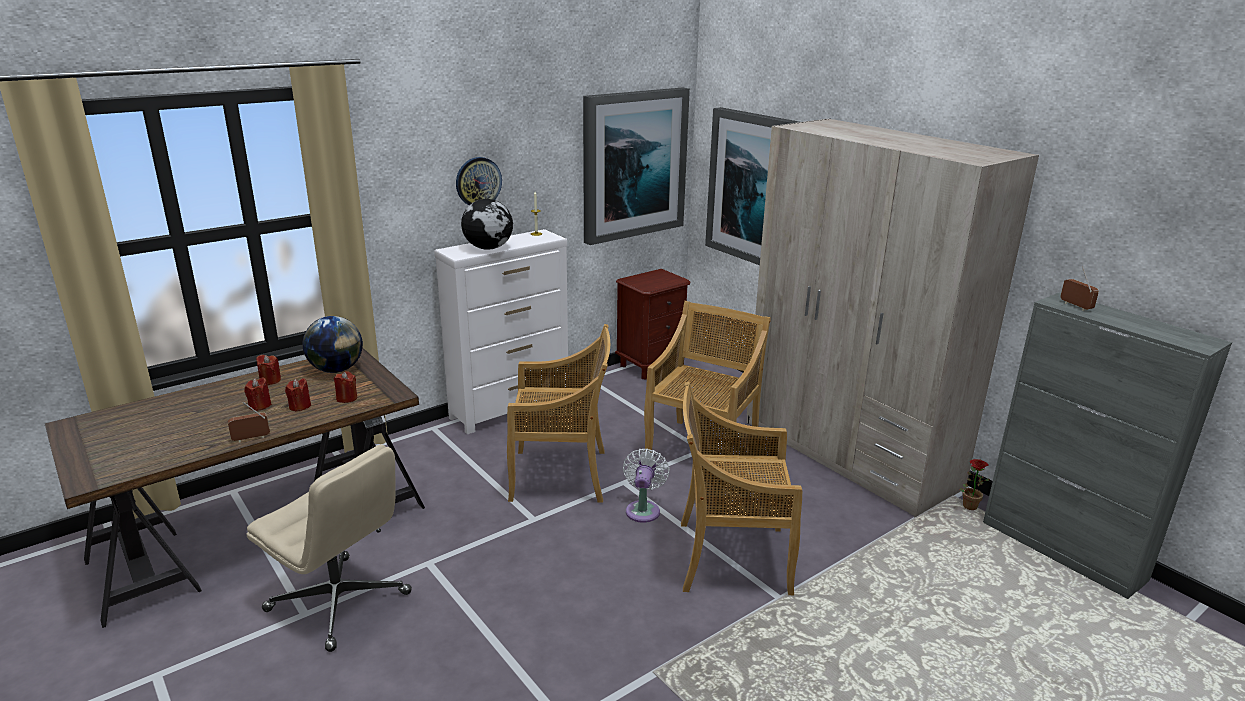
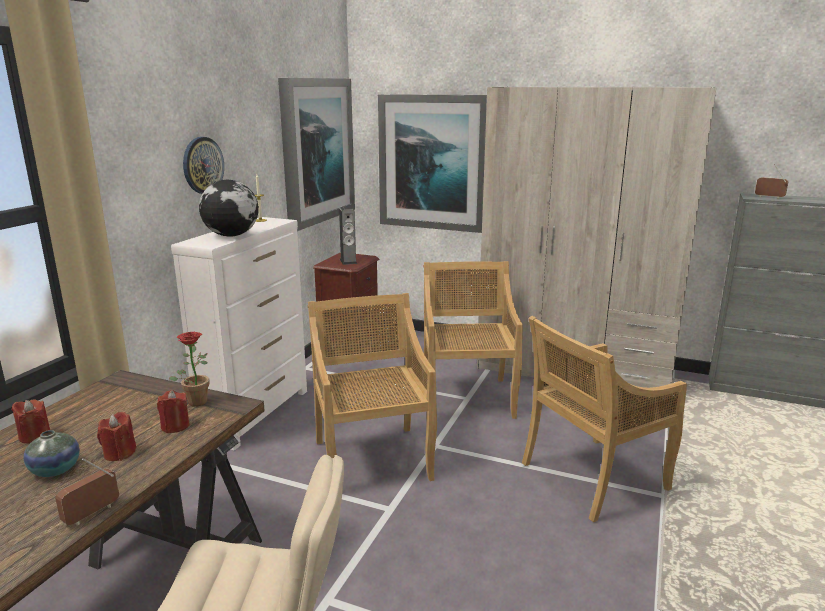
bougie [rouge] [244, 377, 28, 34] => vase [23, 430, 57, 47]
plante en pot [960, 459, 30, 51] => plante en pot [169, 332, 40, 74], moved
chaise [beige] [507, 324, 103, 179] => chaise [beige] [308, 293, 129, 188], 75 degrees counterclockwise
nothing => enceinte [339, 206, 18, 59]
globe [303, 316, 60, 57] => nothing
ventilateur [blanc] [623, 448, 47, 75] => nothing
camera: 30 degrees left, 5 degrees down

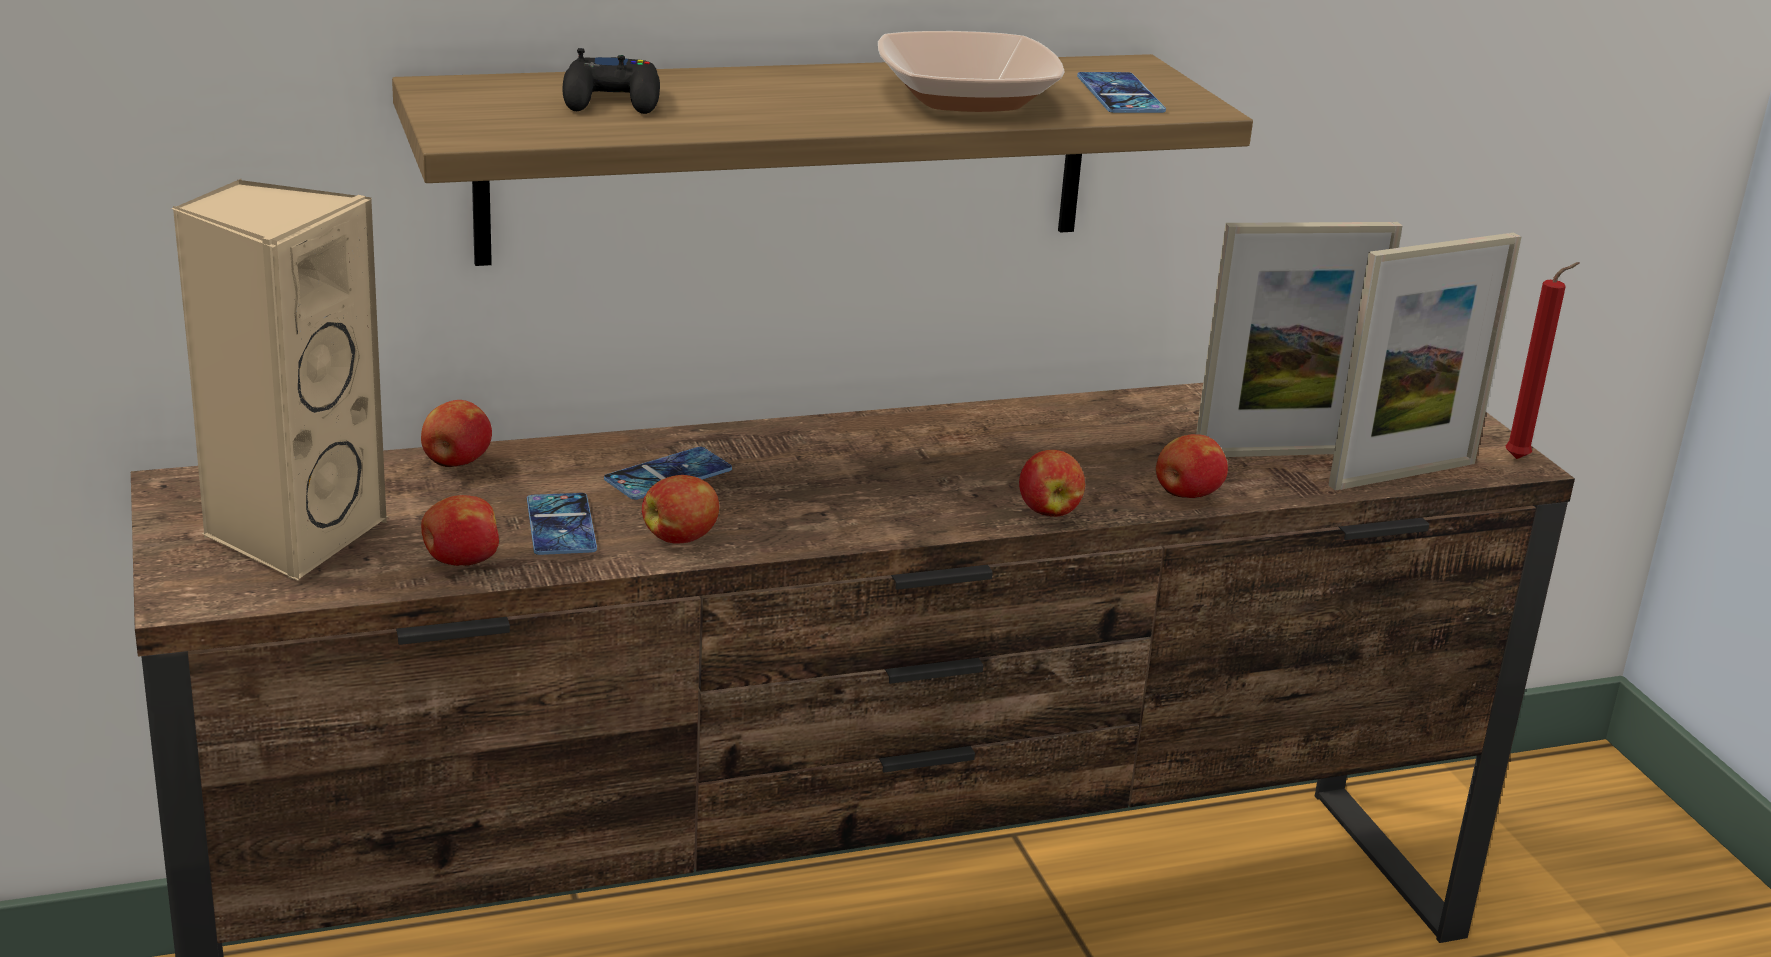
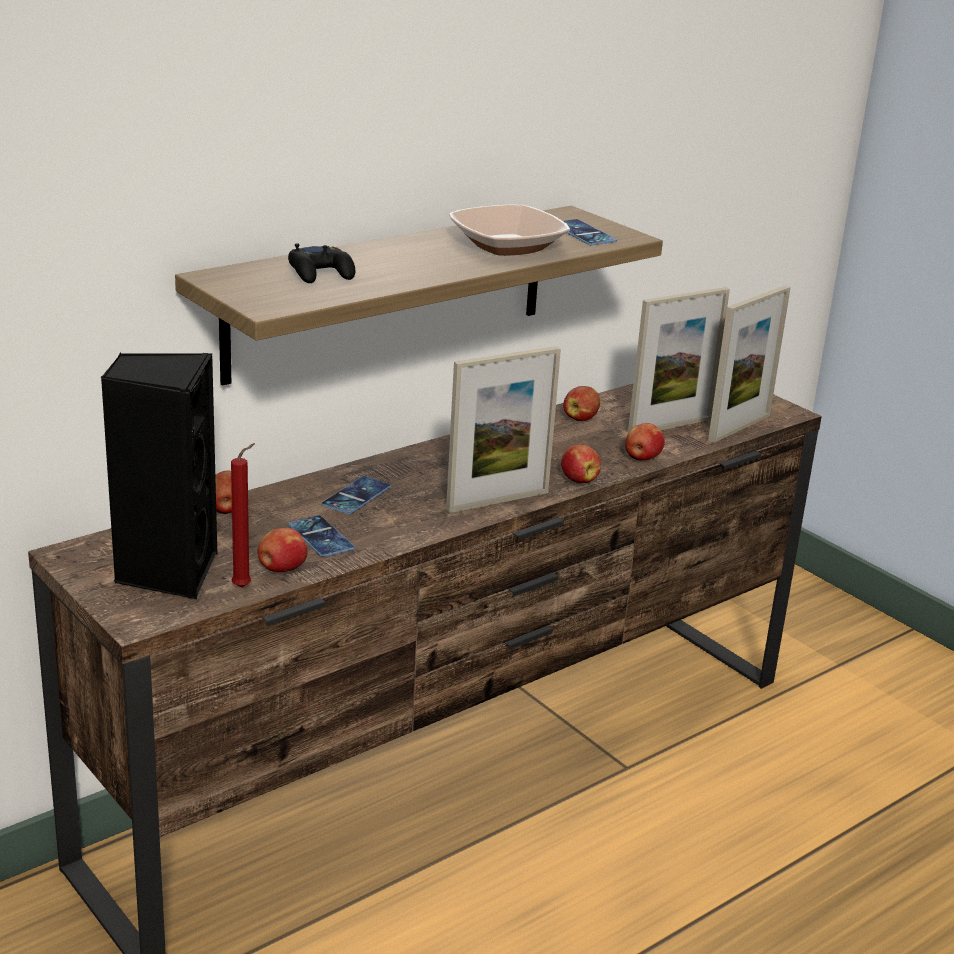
enceinte [beige] [171, 179, 217, 402] => enceinte [noir] [101, 353, 116, 246]
bougie [rouge] [1506, 262, 74, 197] => bougie [rouge] [231, 443, 24, 145], moved
nothing => cadre photo [446, 346, 115, 167]
pomme [642, 475, 77, 69] => pomme [563, 386, 37, 35], moved
camera: 20 degrees left, 0 degrees up

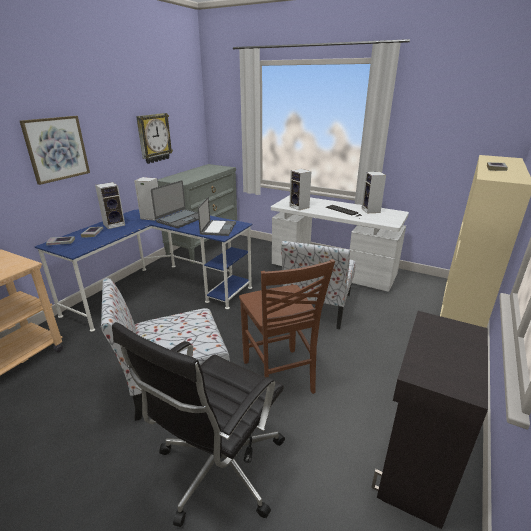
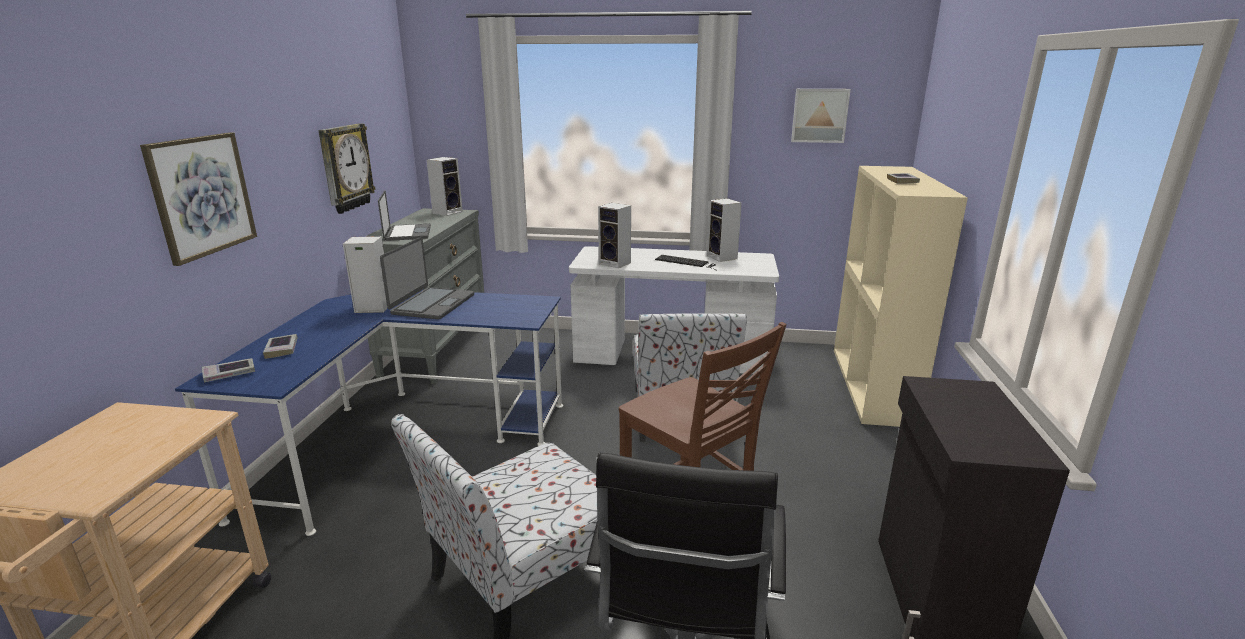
ordinateur portable [198, 197, 38, 39] => ordinateur portable [378, 190, 53, 51], moved
enceinte [95, 182, 30, 47] => enceinte [427, 157, 36, 59], moved
nothing => tableau [791, 89, 60, 54]
camera: 20 degrees left, 5 degrees down

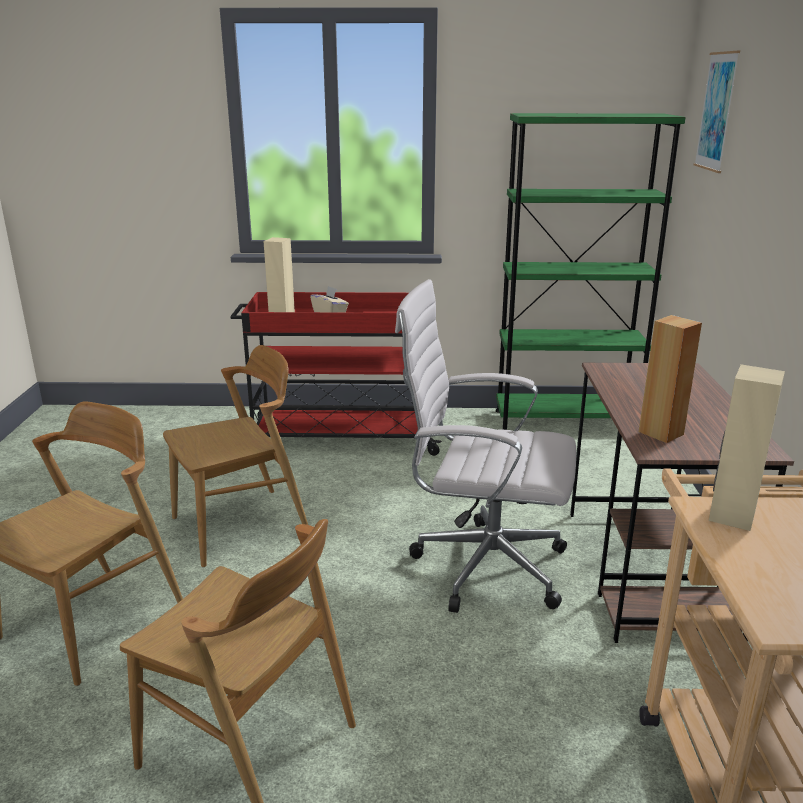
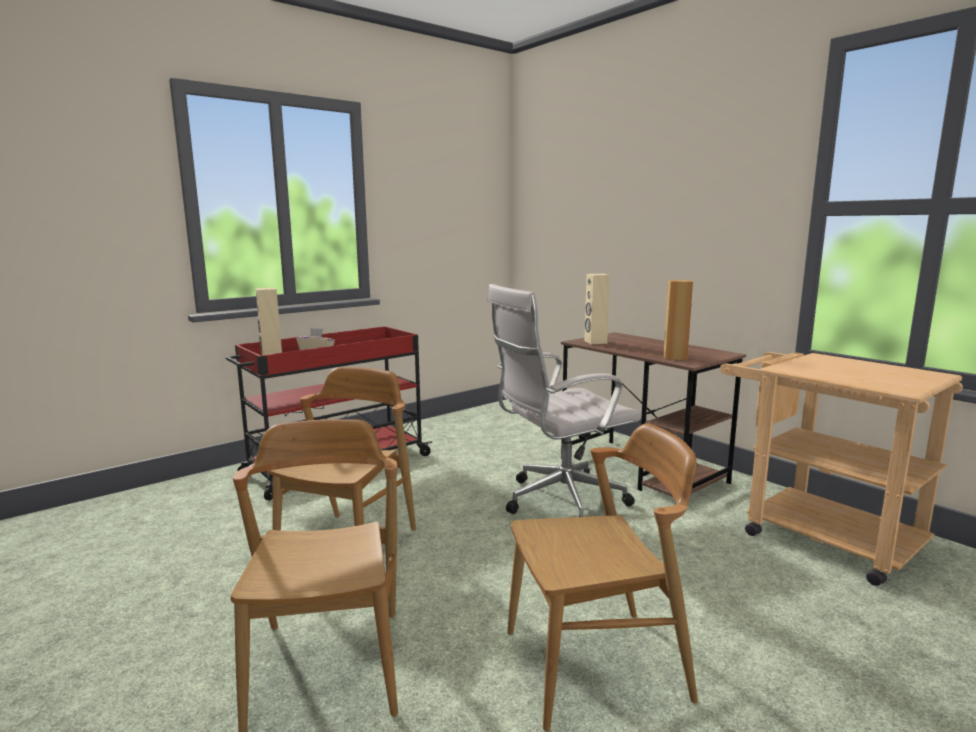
enceinte [beige] [709, 364, 76, 167] => enceinte [beige] [584, 274, 26, 70], moved
bibliothèque [vert] [496, 113, 190, 317] => nothing
tableau [694, 51, 46, 122] => nothing
camera: 40 degrees left, 10 degrees down

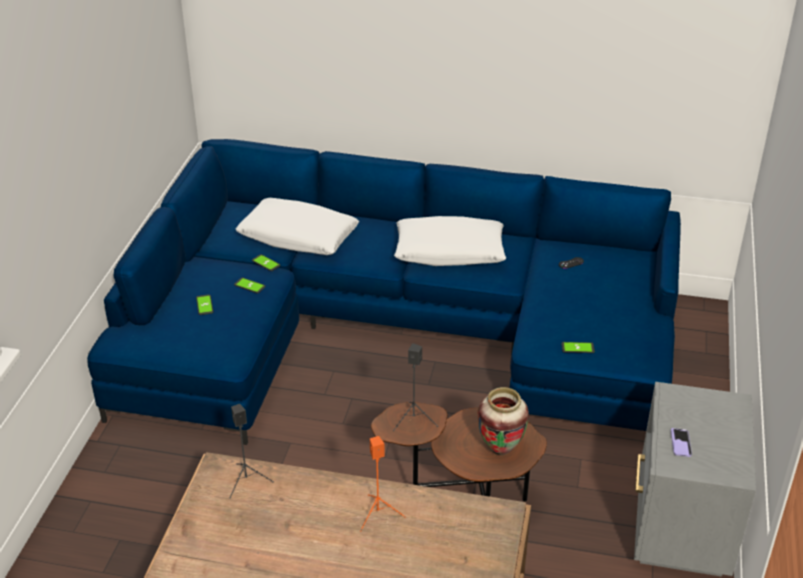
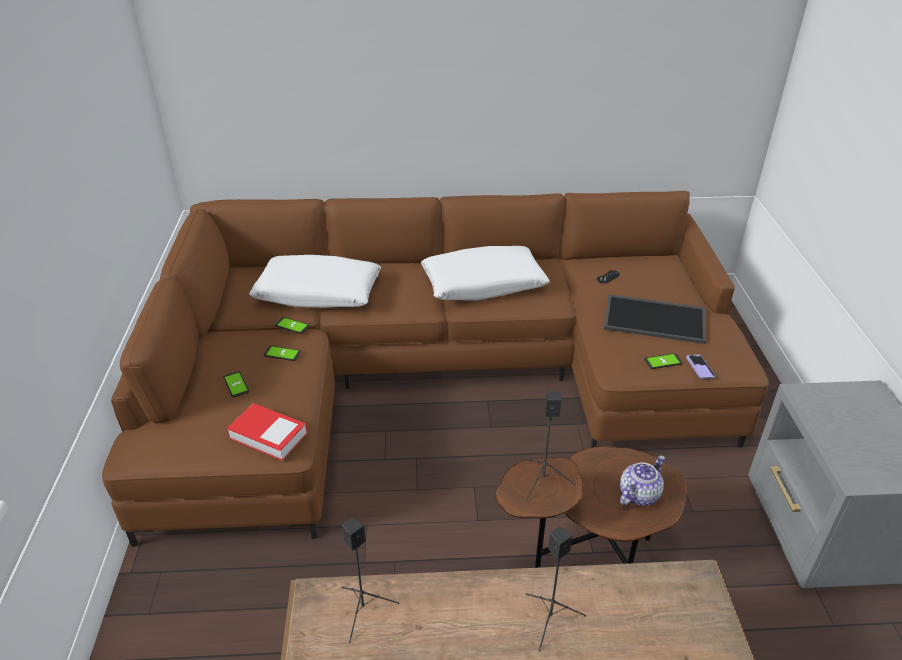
canapé [bleu] [87, 139, 594, 306] => canapé [marron] [102, 191, 667, 356]
nothing => livre [227, 403, 81, 58]
enceinte [orange] [360, 436, 46, 95] => enceinte [noir] [526, 526, 60, 125]
nothing => plateau [604, 294, 102, 50]
vase [477, 387, 52, 69] => théière [620, 456, 45, 50]
téléphone [671, 428, 21, 29] => téléphone [686, 355, 29, 24], moved
camera: 15 degrees left, 0 degrees up

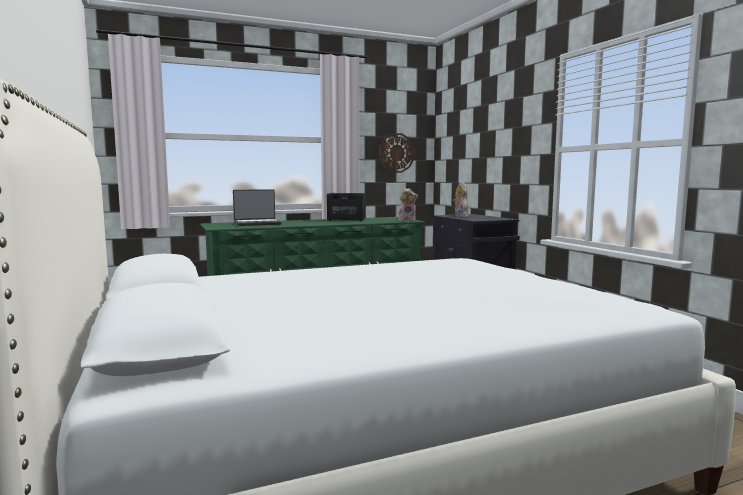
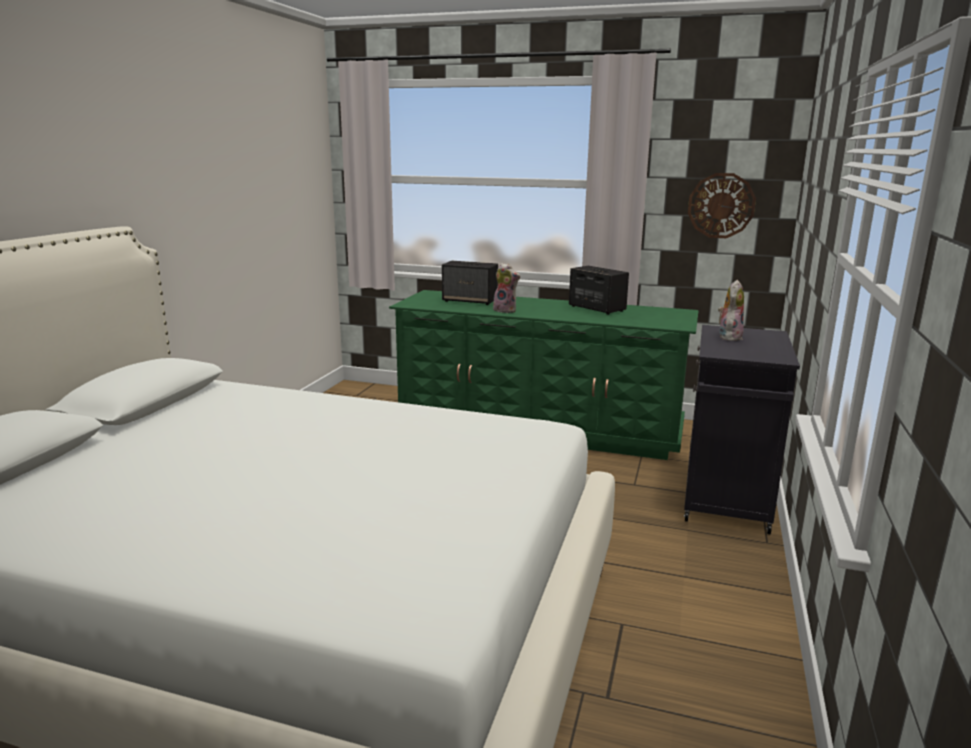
ordinateur portable [233, 189, 48, 37] => enceinte [442, 261, 56, 44]
peluche [398, 188, 20, 34] => peluche [493, 263, 27, 50], moved
camera: 40 degrees right, 10 degrees up

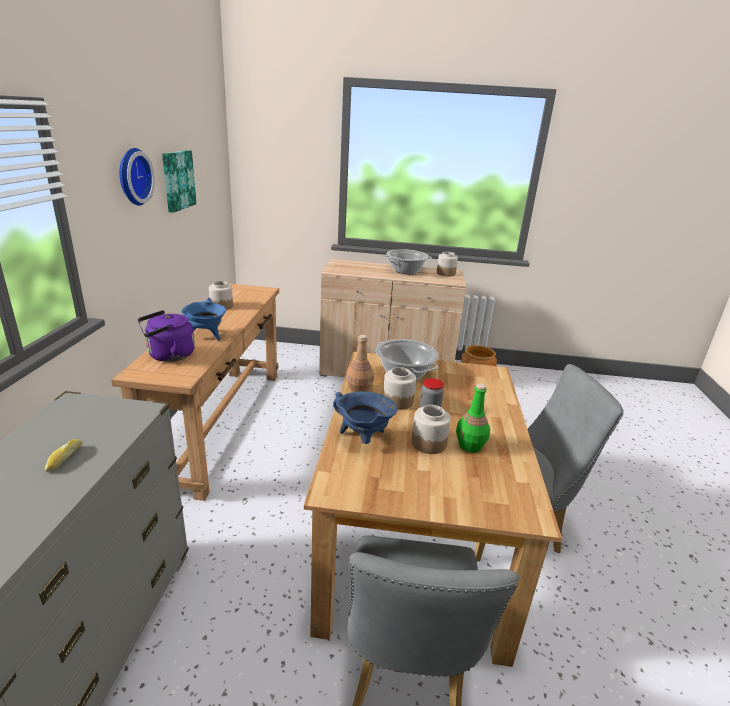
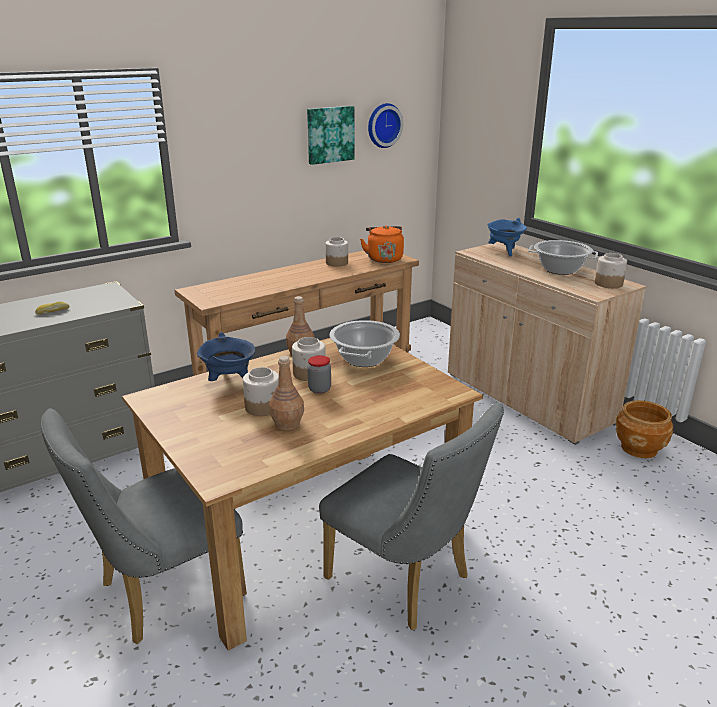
bouteille [vert] [456, 384, 34, 69] => bouteille [marron] [269, 356, 35, 74]
nothing => bouilloire [orange] [360, 225, 44, 38]
horloge murale [119, 148, 36, 58] => horloge murale [368, 103, 35, 45], moved
marmite [bleu] [181, 298, 45, 42] => marmite [bleu] [487, 218, 40, 38], moved
bouilloire [violet] [138, 310, 57, 52] => nothing
camera: 50 degrees right, 0 degrees up

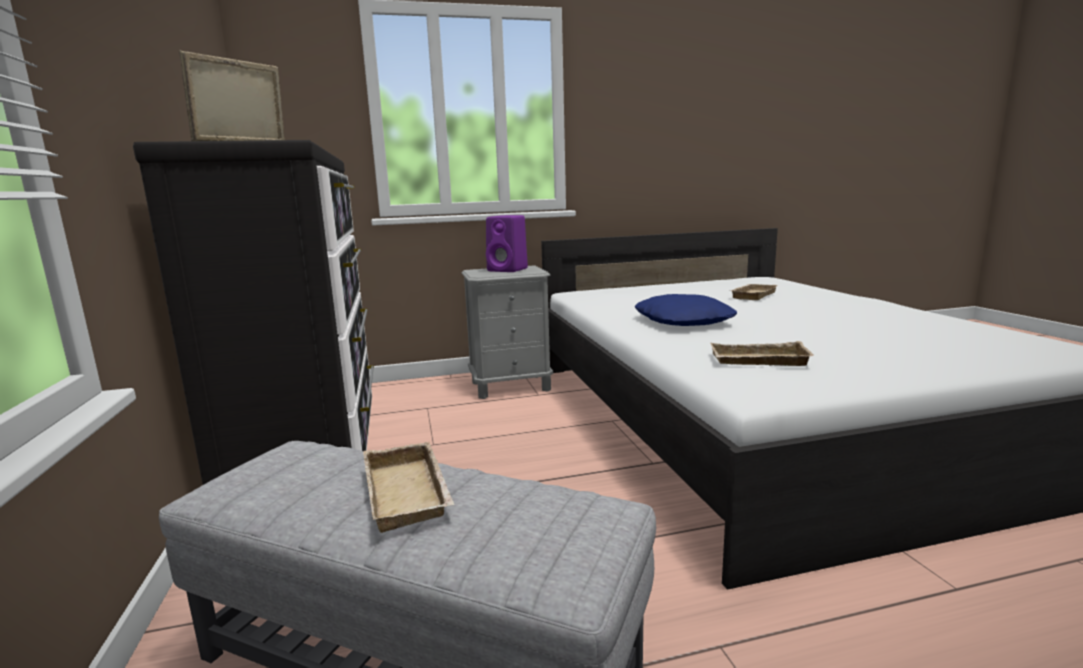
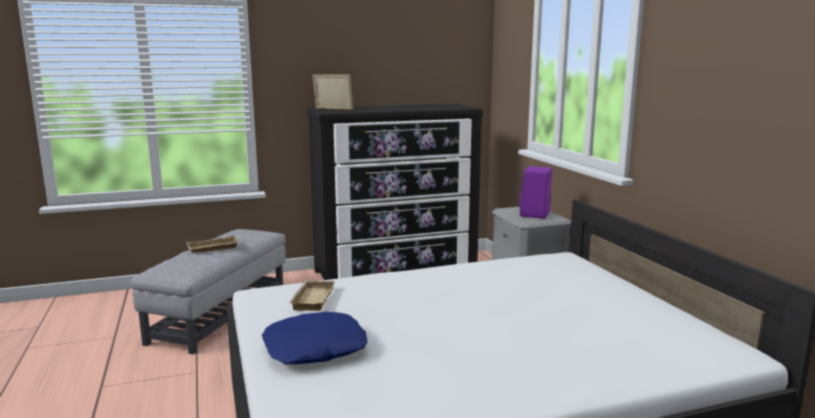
coussin [bleu] [635, 294, 102, 32] => coussin [bleu] [262, 312, 106, 52], moved
plateau [beige] [731, 284, 47, 16] => nothing
camera: 85 degrees right, 0 degrees up

